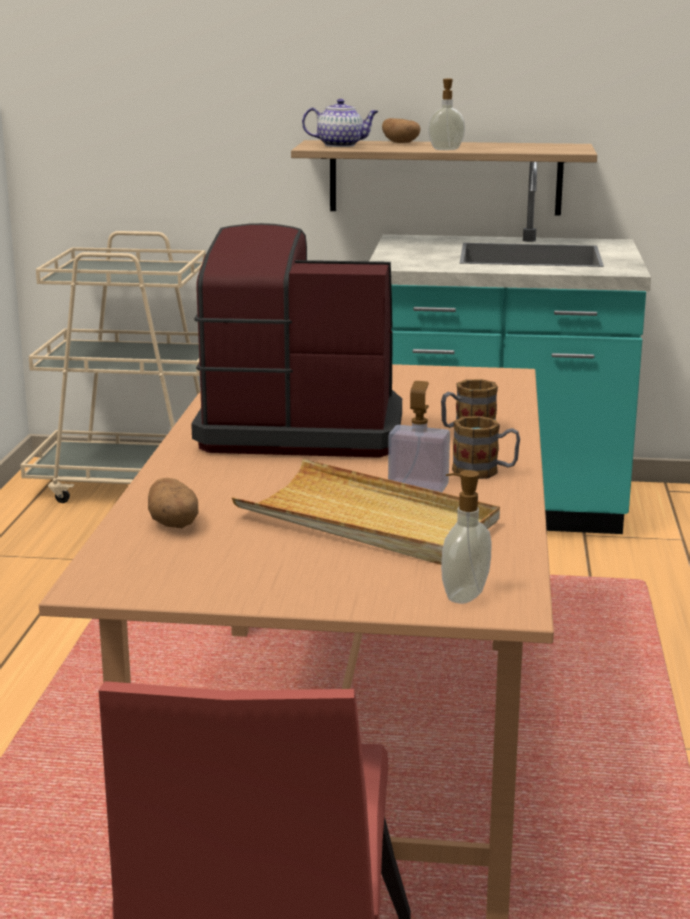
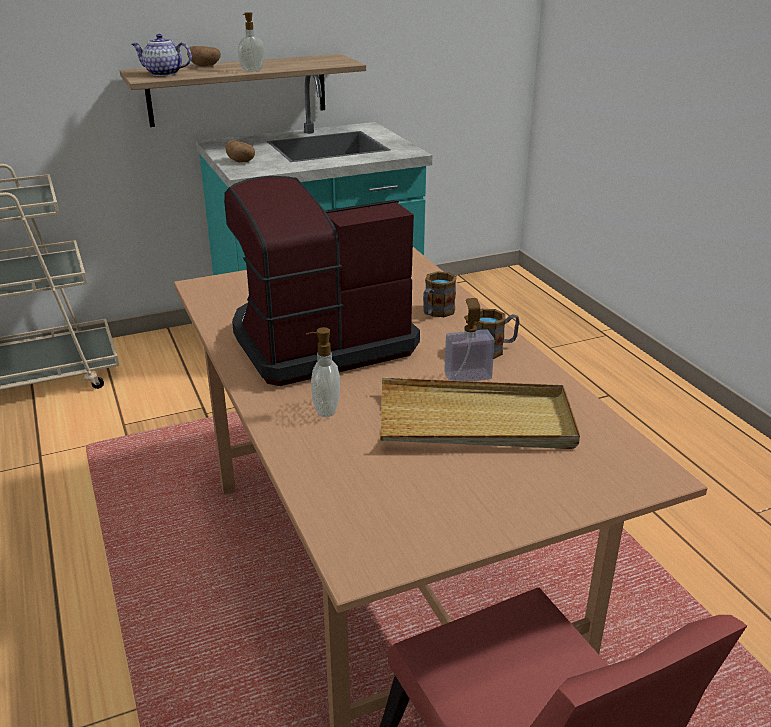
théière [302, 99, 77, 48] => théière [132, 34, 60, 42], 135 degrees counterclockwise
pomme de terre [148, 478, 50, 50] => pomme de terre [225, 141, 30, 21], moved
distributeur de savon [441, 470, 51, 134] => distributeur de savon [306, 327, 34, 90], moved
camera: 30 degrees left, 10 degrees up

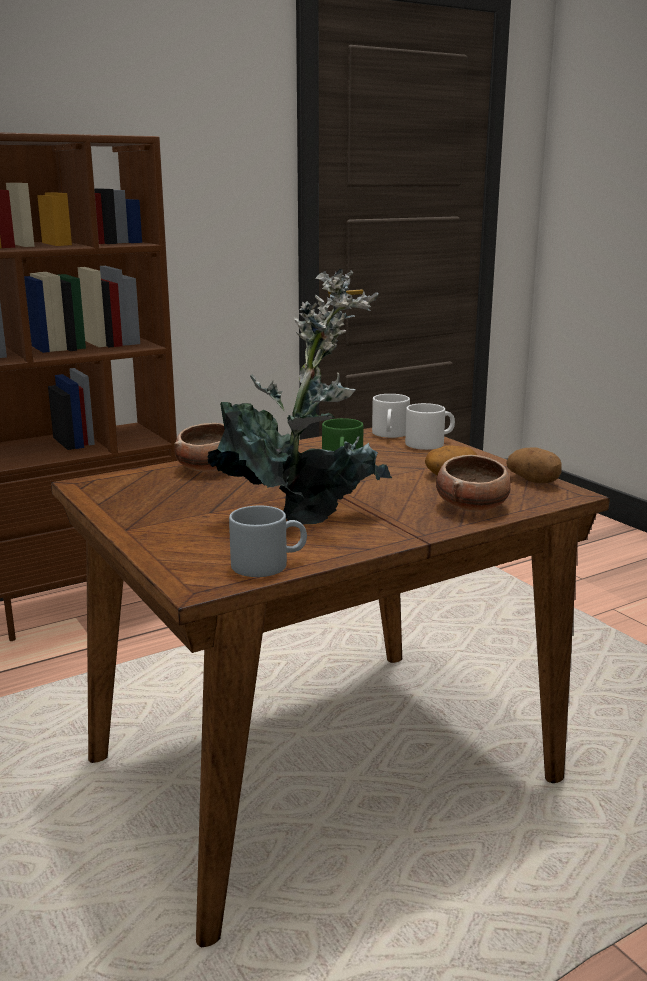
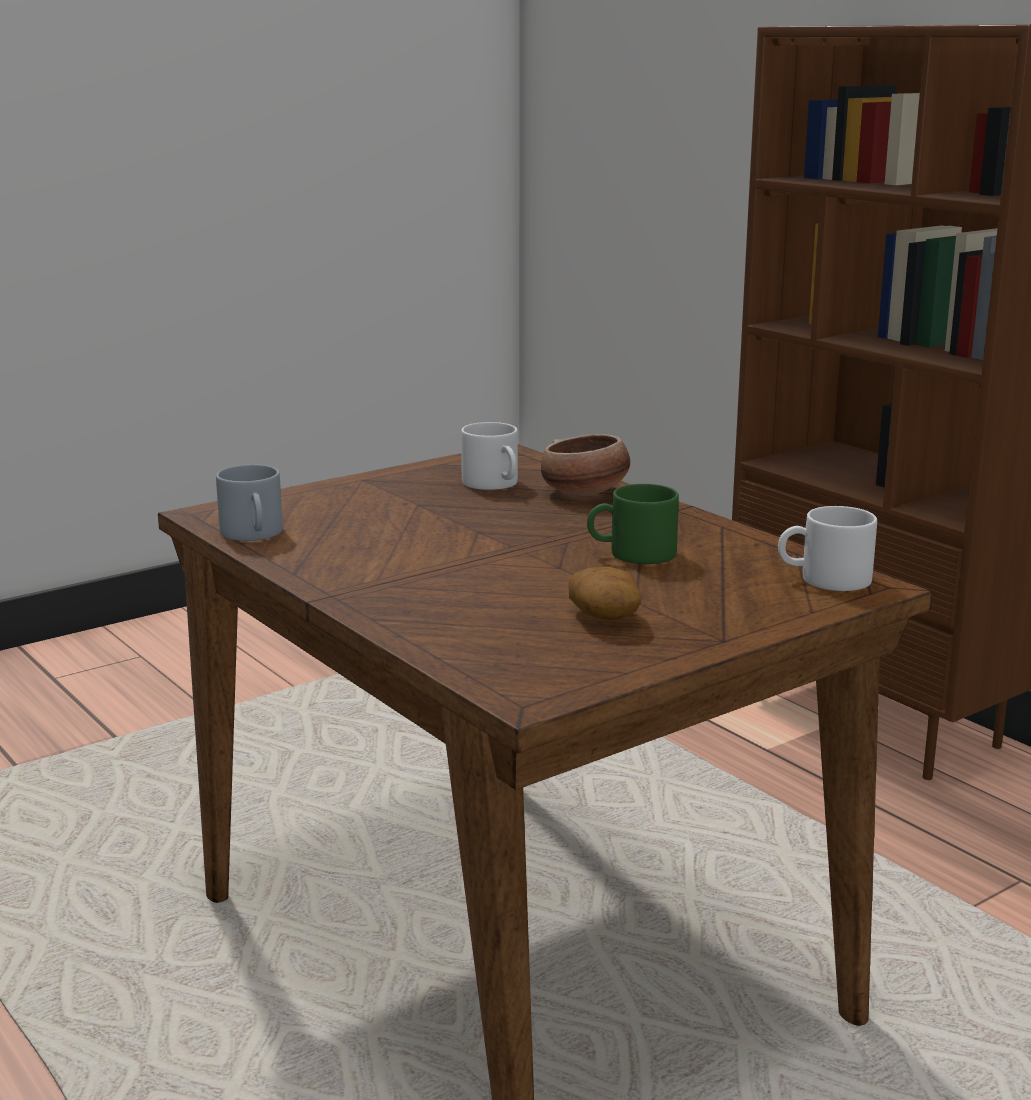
mug [blanc] [405, 403, 50, 47] => mug [blanc] [461, 422, 57, 68], moved
plante en pot [207, 269, 185, 255] => nothing
bol [436, 455, 75, 57] => nothing
pomme de terre [506, 448, 56, 35] => nothing
camera: 85 degrees right, 0 degrees up

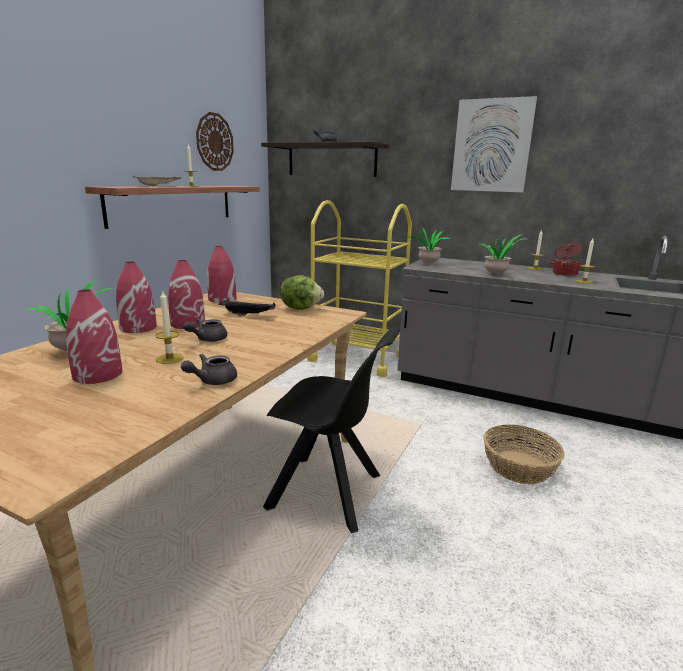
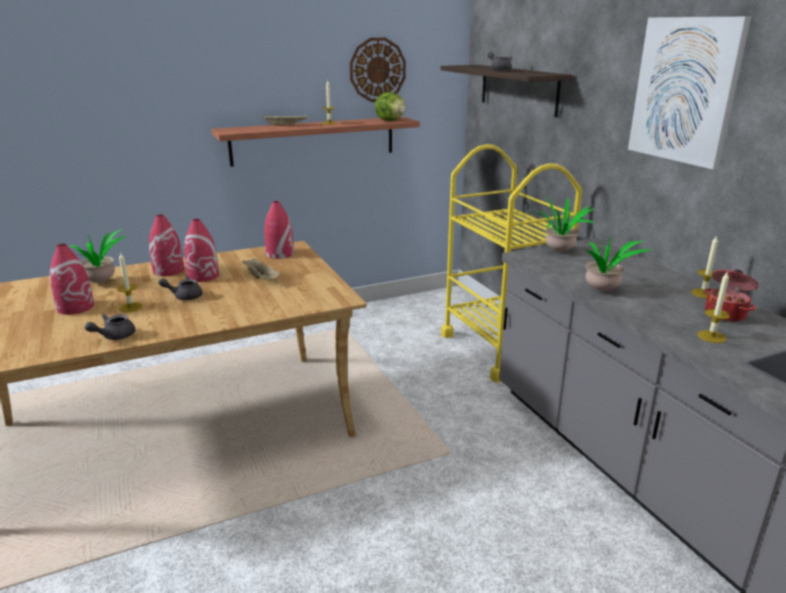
théière [gris] [181, 353, 56, 32] => théière [gris] [85, 314, 50, 26], 45 degrees counterclockwise
plateau [noir] [219, 300, 57, 16] => plateau [beige] [242, 259, 39, 20]
laitue [280, 275, 44, 35] => laitue [375, 92, 30, 29], moved
chaise [noir] [263, 326, 137, 207] => nothing
panier [483, 424, 82, 60] => nothing
camera: 40 degrees right, 5 degrees up

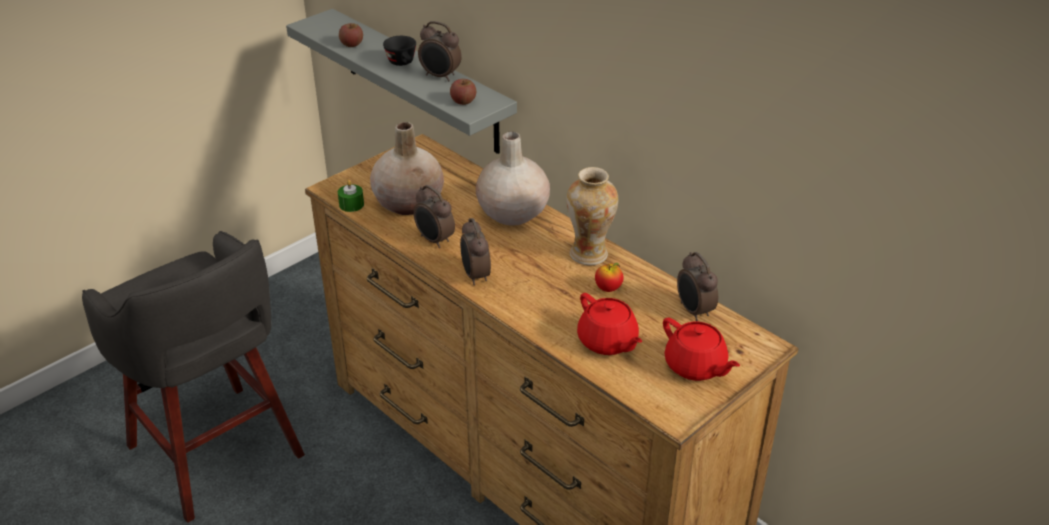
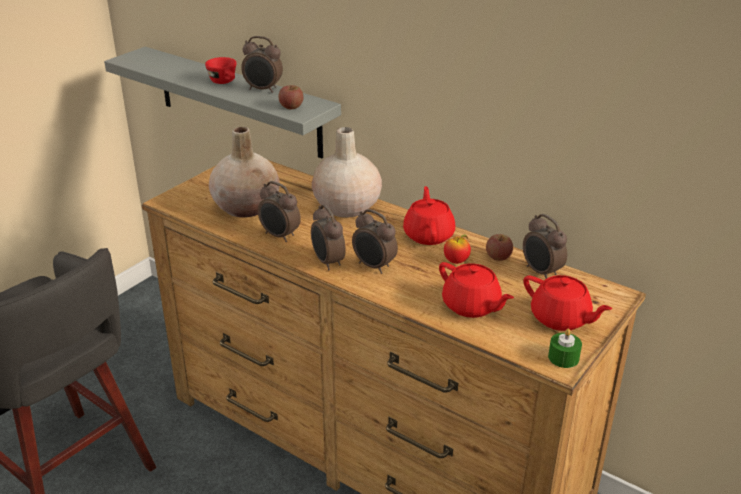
tasse [noir] [383, 36, 33, 30] => tasse [rouge] [205, 57, 31, 27]
nothing => réveil [352, 209, 46, 65]
vase [566, 167, 52, 98] => théière [rouge] [403, 186, 52, 59]
pomme [339, 23, 24, 24] => pomme [486, 234, 27, 27], moved
bougie [vert] [338, 180, 26, 32] => bougie [vert] [548, 329, 34, 39], moved
camera: 10 degrees left, 5 degrees down

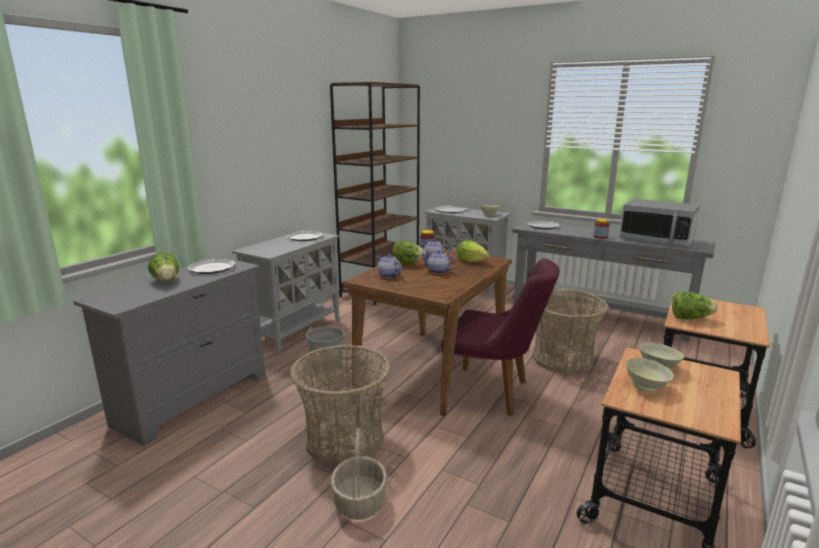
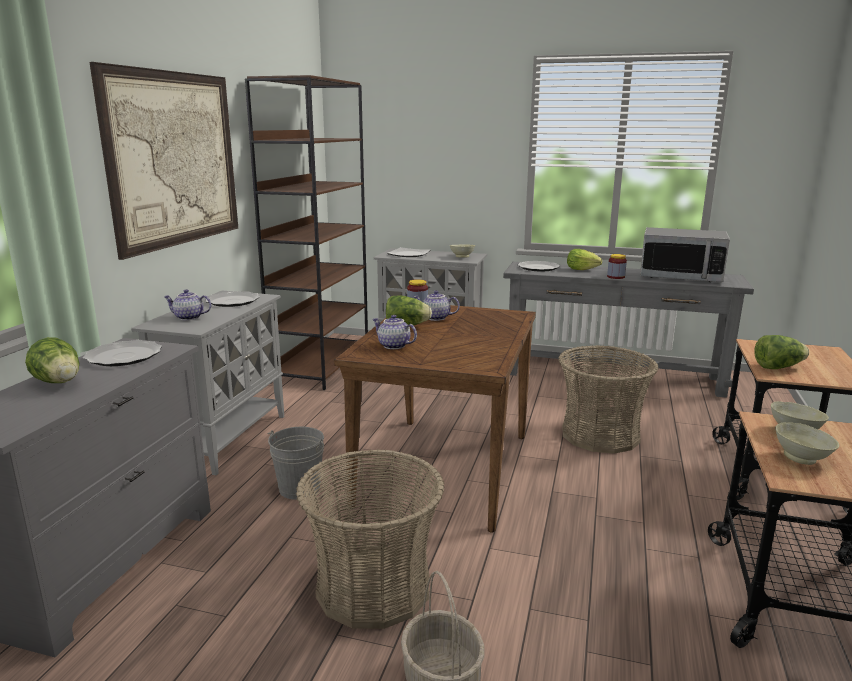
nothing => tableau [89, 62, 149, 198]
théière [421, 250, 36, 24] => théière [164, 289, 47, 31], moved
laitue [457, 240, 32, 22] => laitue [567, 249, 35, 21], moved
chaise [violet] [441, 258, 119, 158] => nothing
camera: 15 degrees left, 0 degrees up

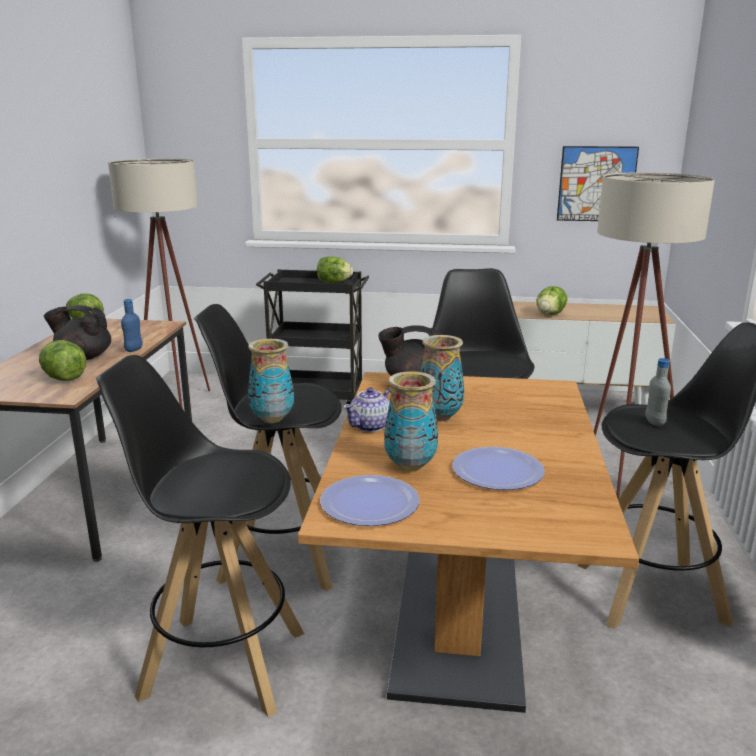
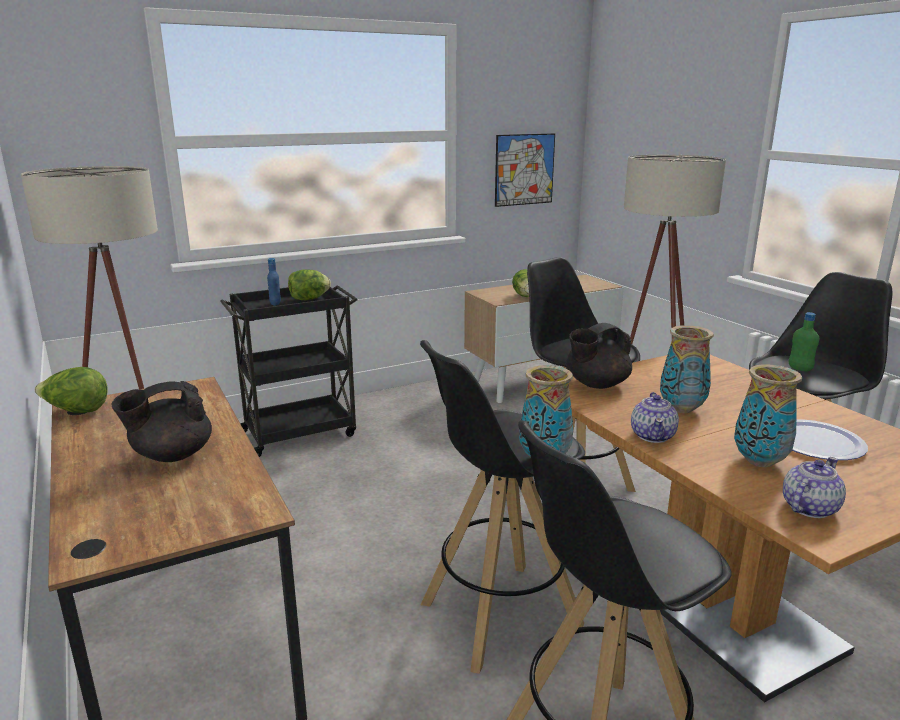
bouteille [bleu] [121, 299, 22, 53] => bouteille [bleu] [267, 258, 14, 48], moved
assiette [320, 475, 99, 51] => théière [783, 457, 63, 61]
bouteille [gris] [645, 358, 26, 69] => bouteille [vert] [789, 312, 30, 60]
laitue [39, 340, 47, 41] => nothing
camera: 35 degrees left, 0 degrees up

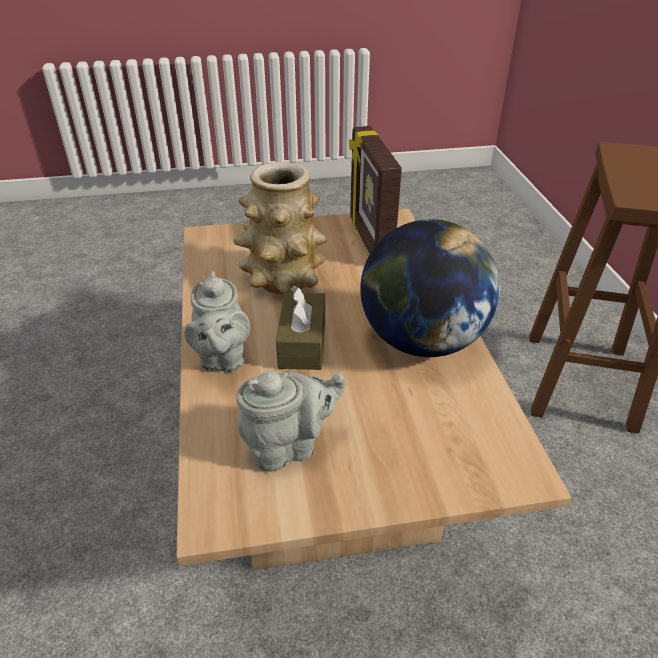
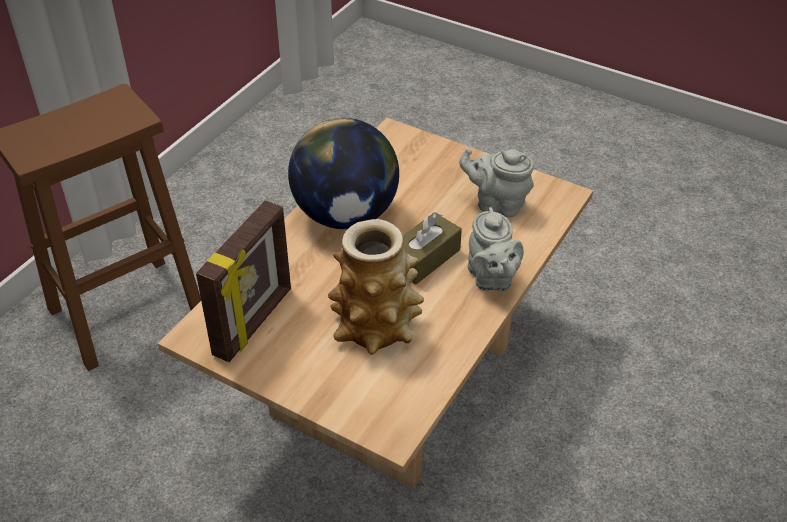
théière [gris] [184, 271, 66, 101] => théière [gris] [468, 207, 56, 84], 135 degrees clockwise
camera: 140 degrees left, 5 degrees up

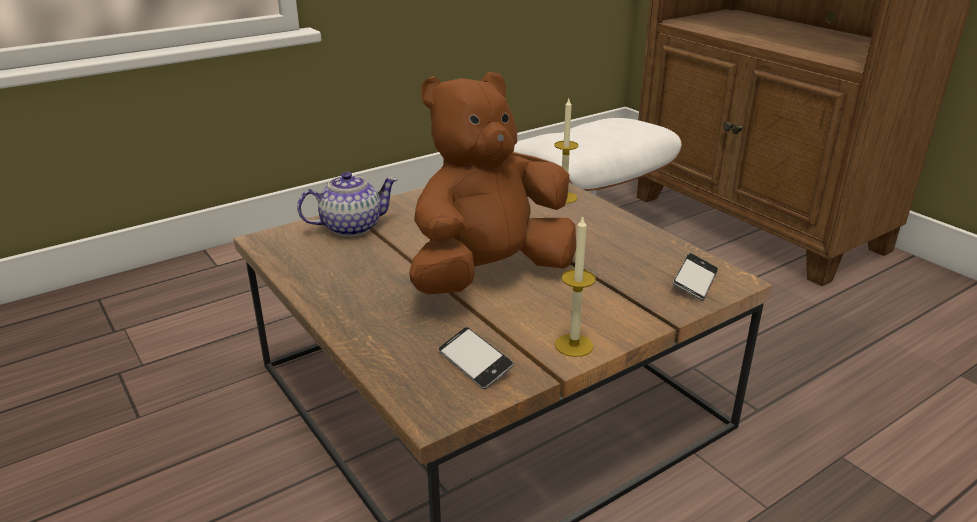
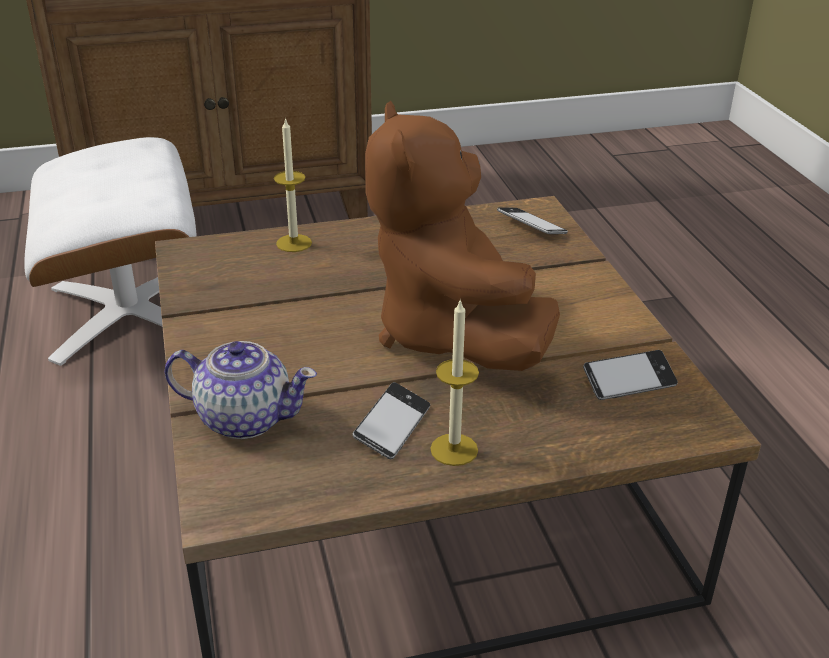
théière [297, 172, 101, 65] => théière [165, 341, 152, 98], 105 degrees clockwise
nothing => téléphone [352, 382, 78, 77]
bougie [555, 216, 41, 141] => bougie [430, 298, 49, 168], moved
camera: 70 degrees left, 5 degrees up

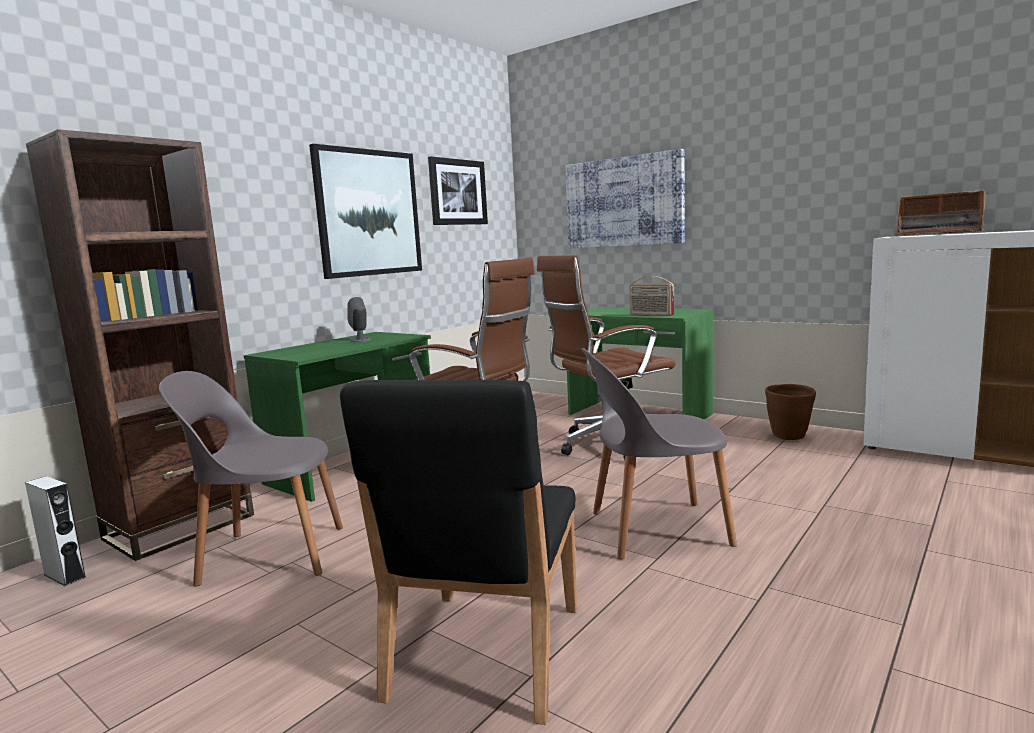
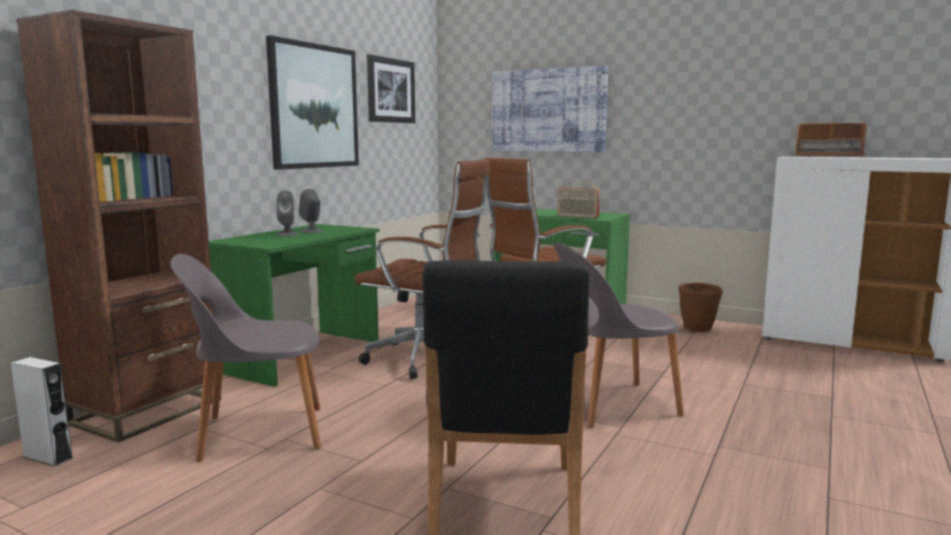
nothing => enceinte [gris] [276, 190, 22, 47]
camera: 10 degrees left, 0 degrees up

